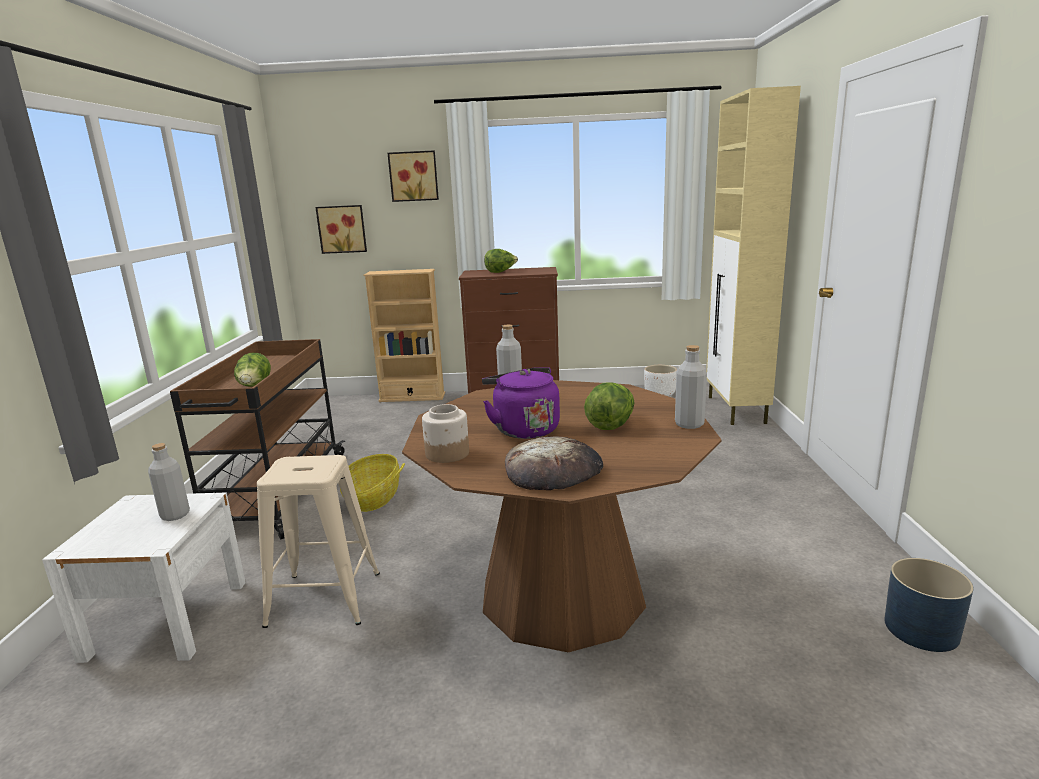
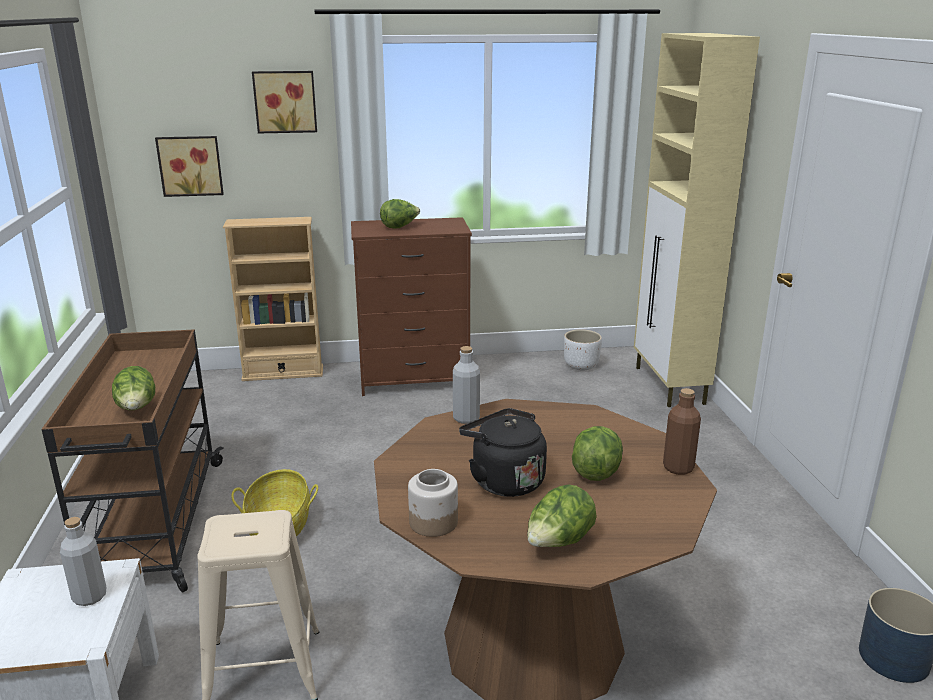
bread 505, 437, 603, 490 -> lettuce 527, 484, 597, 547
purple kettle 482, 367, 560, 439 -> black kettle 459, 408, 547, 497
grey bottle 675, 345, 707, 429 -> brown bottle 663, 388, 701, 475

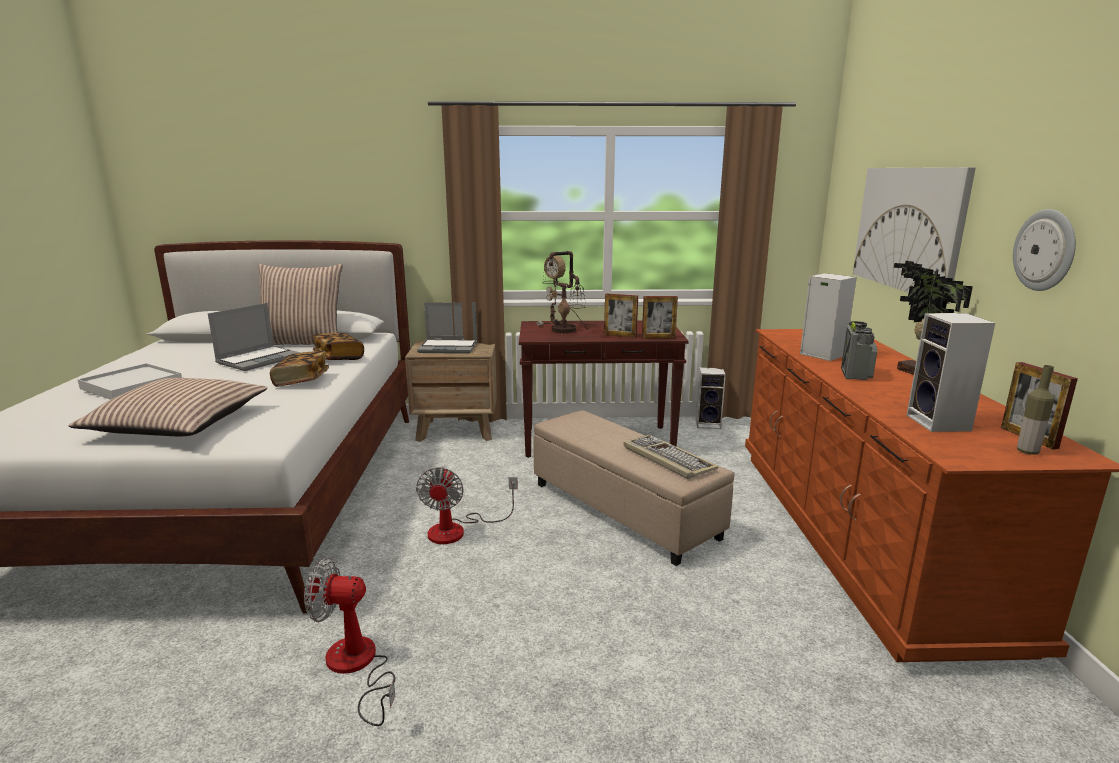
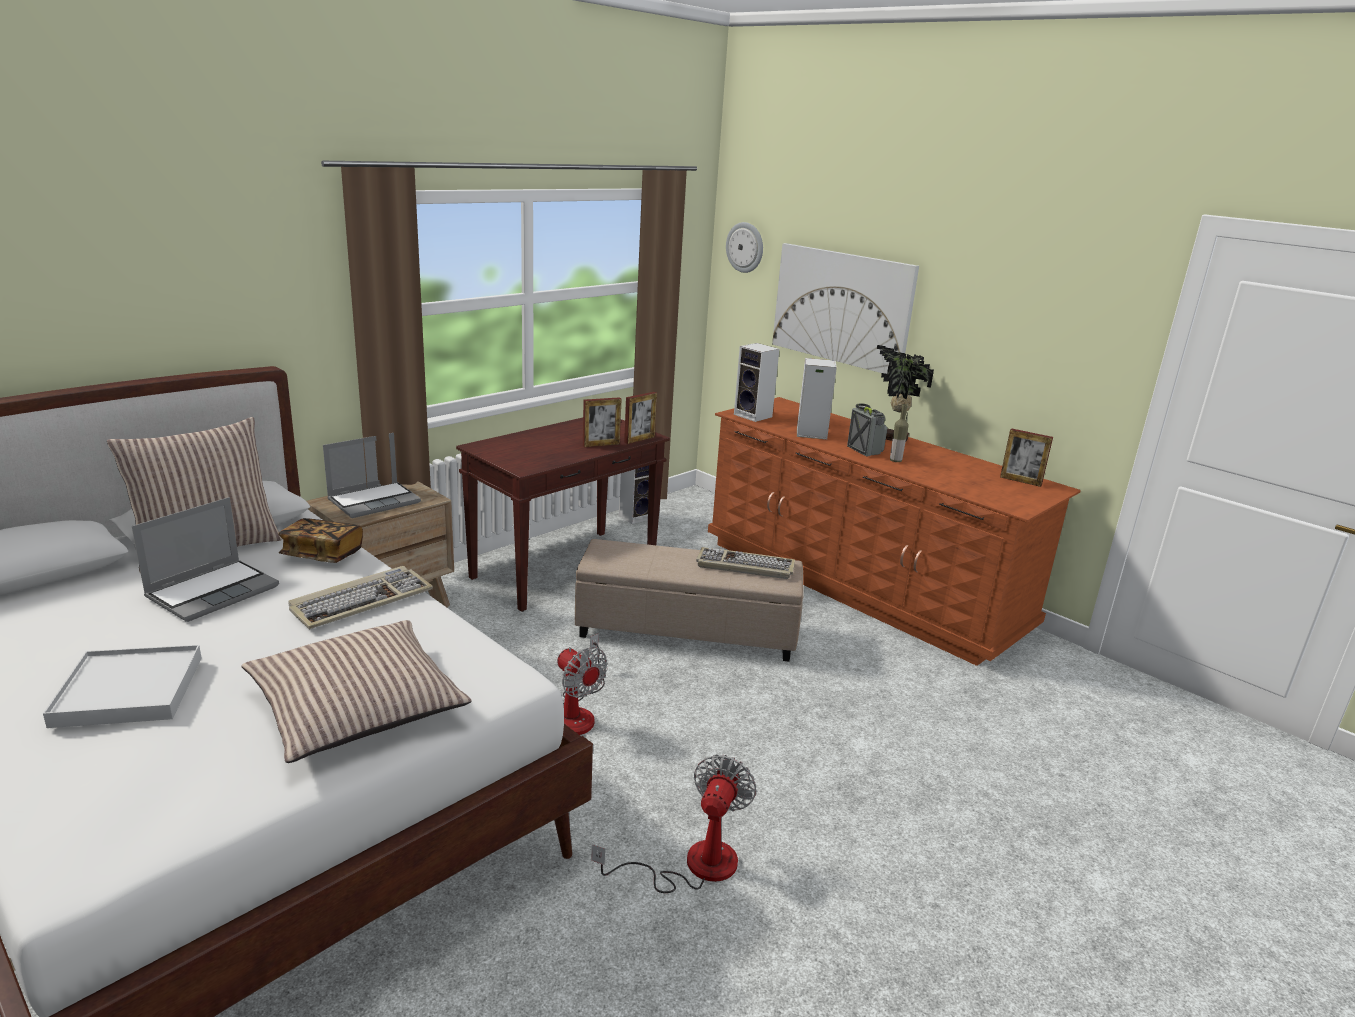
table lamp 537, 251, 590, 334 -> none
speaker 907, 313, 995, 432 -> speaker 734, 343, 779, 422, move
wall clock 1013, 209, 1076, 291 -> wall clock 726, 222, 763, 273, move
bottle 1017, 365, 1054, 455 -> bottle 890, 404, 909, 462, move
book 270, 351, 329, 387 -> keyboard 289, 566, 433, 629
laptop 208, 303, 301, 371 -> laptop 132, 497, 279, 622, 45 degrees clockwise
fan 304, 558, 395, 726 -> fan 591, 755, 757, 893, 150 degrees clockwise

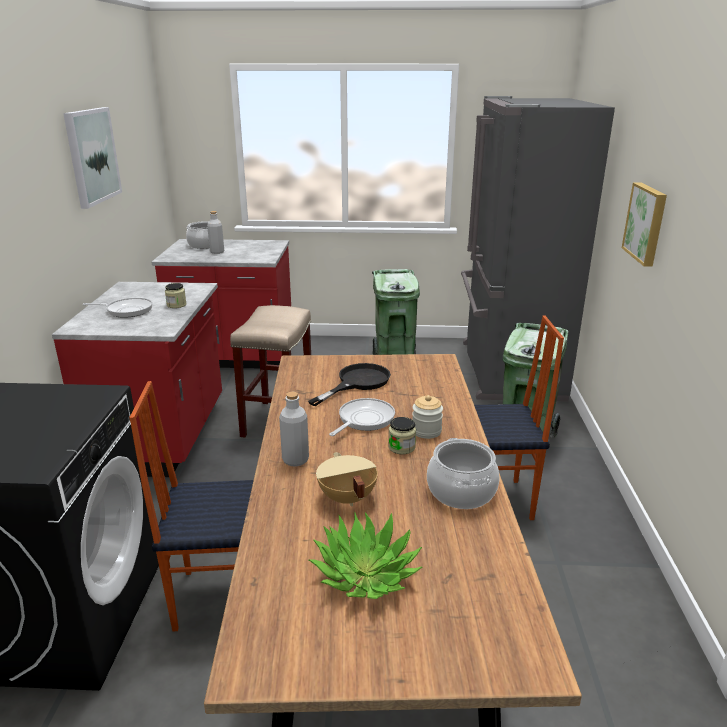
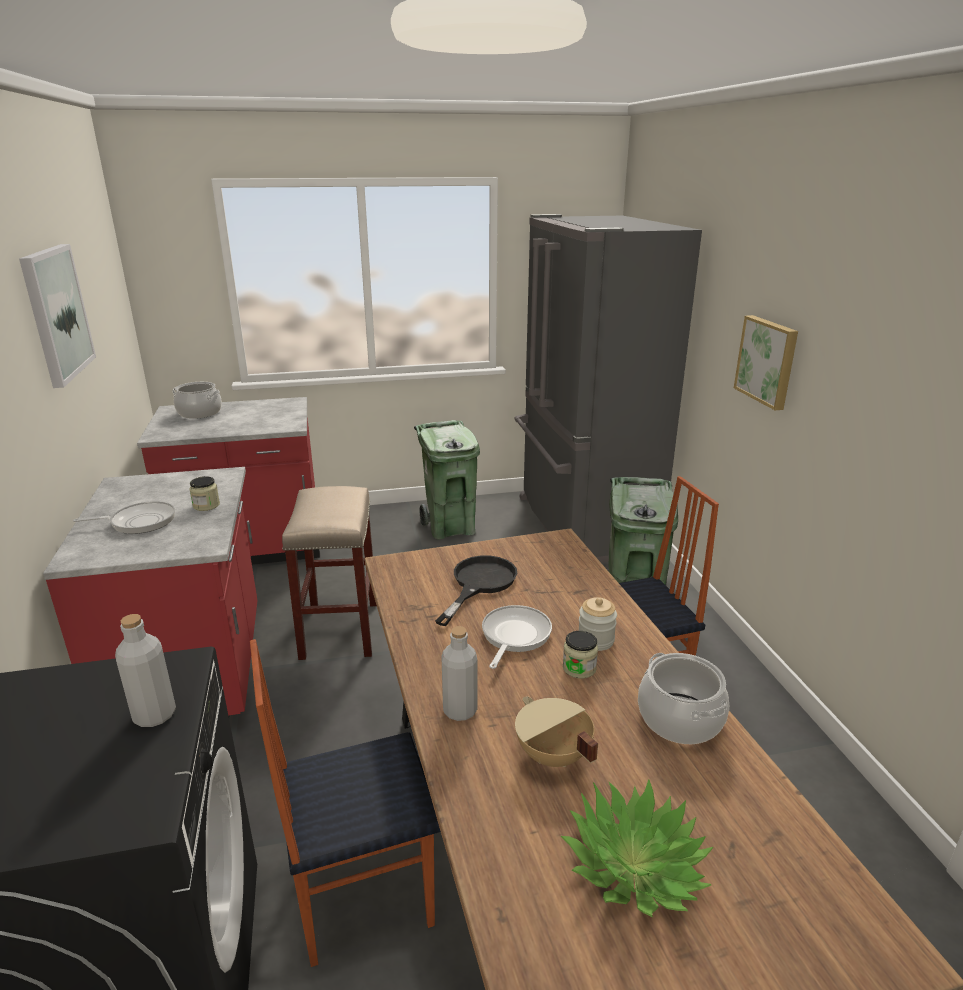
grey bottle 207, 211, 224, 254 -> grey bottle 115, 614, 176, 727, move

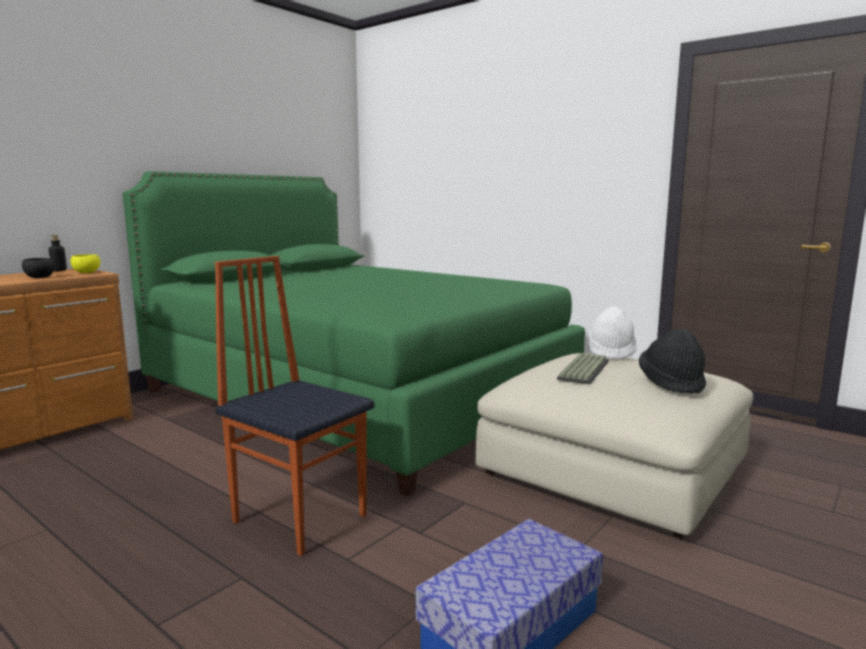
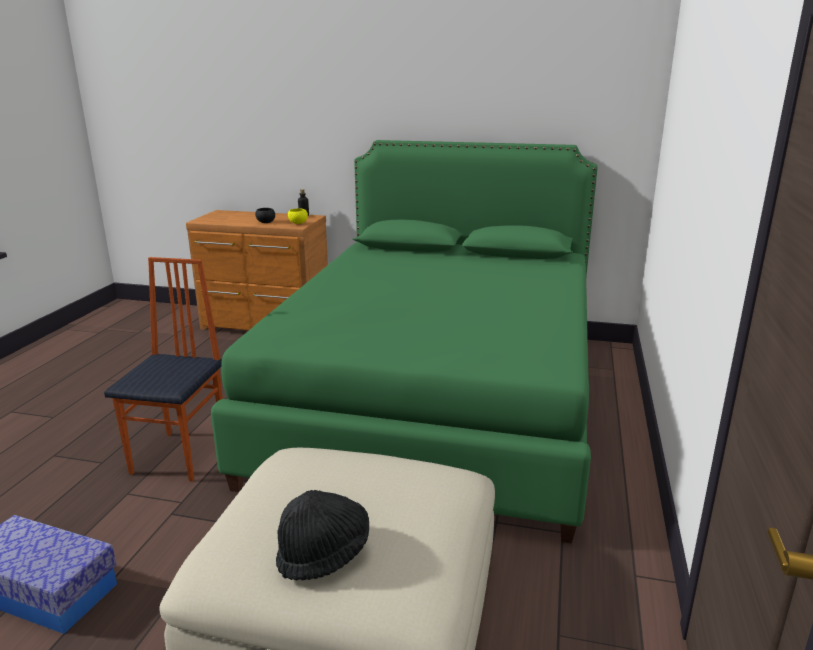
keyboard 557, 353, 609, 384 -> none
white hat 588, 307, 637, 360 -> none

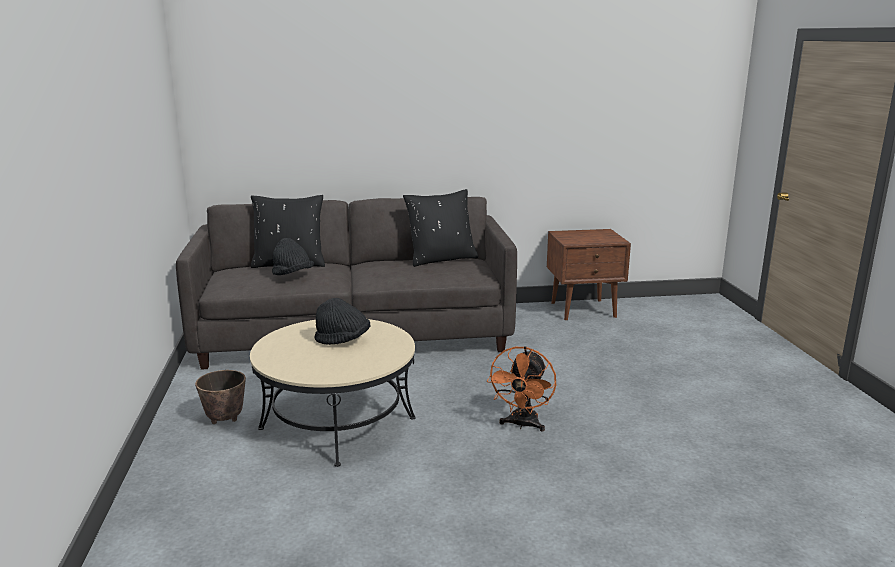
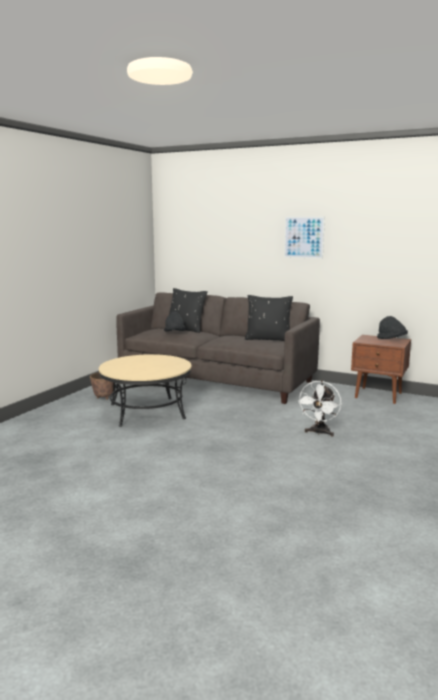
orange fan 487, 346, 556, 432 -> none
none -> picture 284, 217, 325, 259
none -> white fan 297, 381, 342, 437
black hat 315, 298, 370, 345 -> black hat 377, 316, 408, 339, move

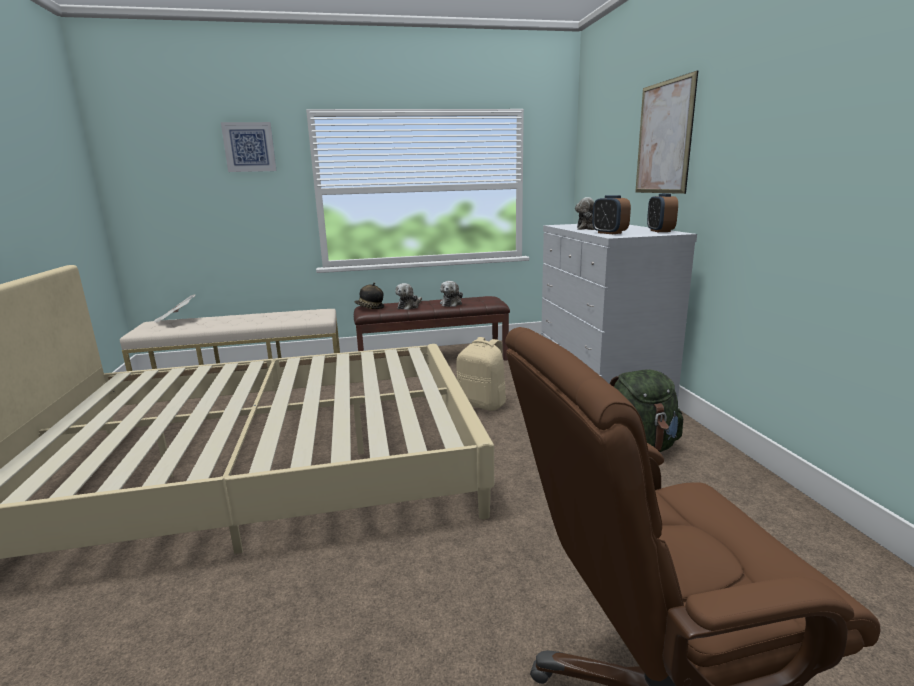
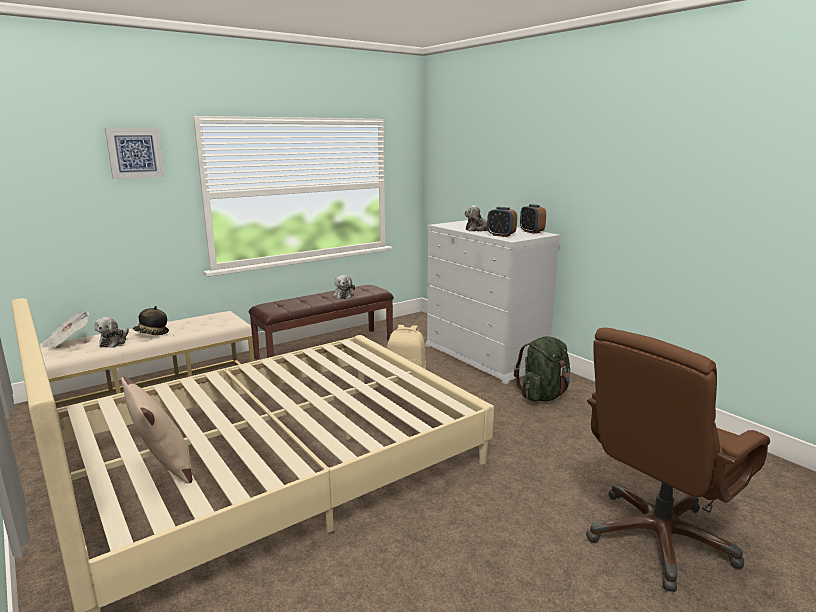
picture 635, 70, 698, 194 -> none
none -> beige pillow 121, 376, 192, 484
hat 355, 283, 385, 309 -> hat 133, 306, 169, 335, move
plush toy 395, 283, 422, 310 -> plush toy 95, 317, 129, 348, move

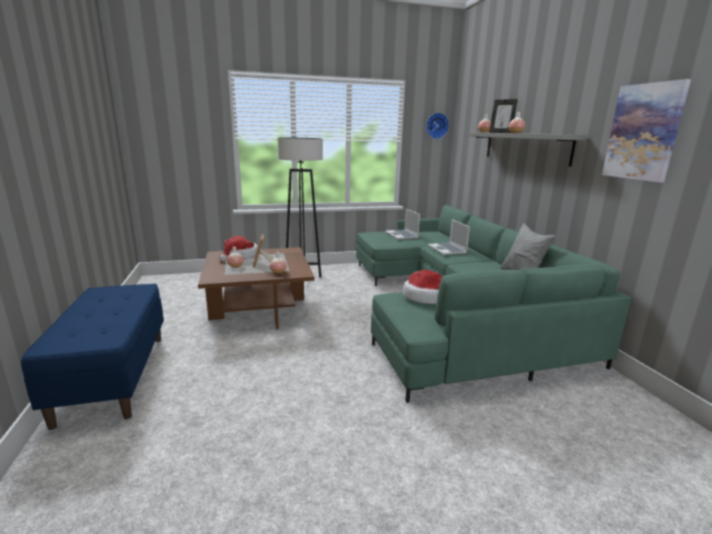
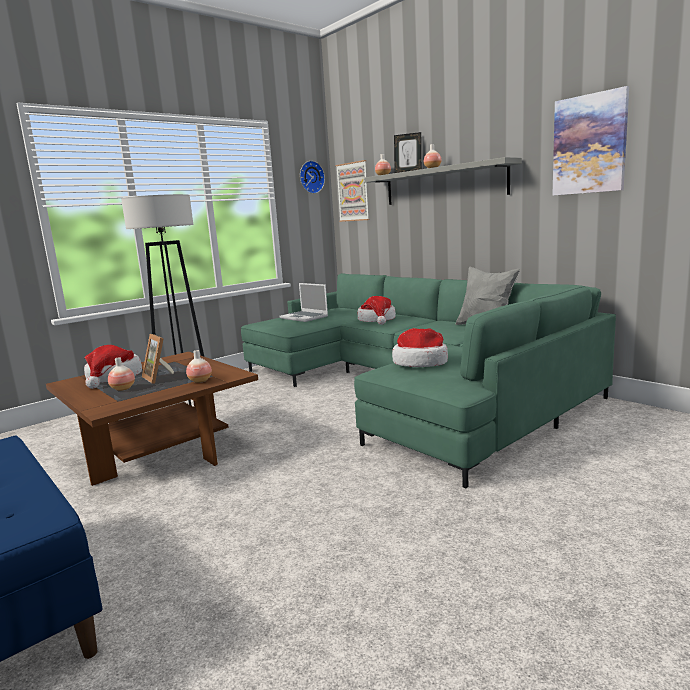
none -> picture 336, 160, 370, 222
laptop 428, 219, 470, 255 -> hat 358, 296, 396, 325

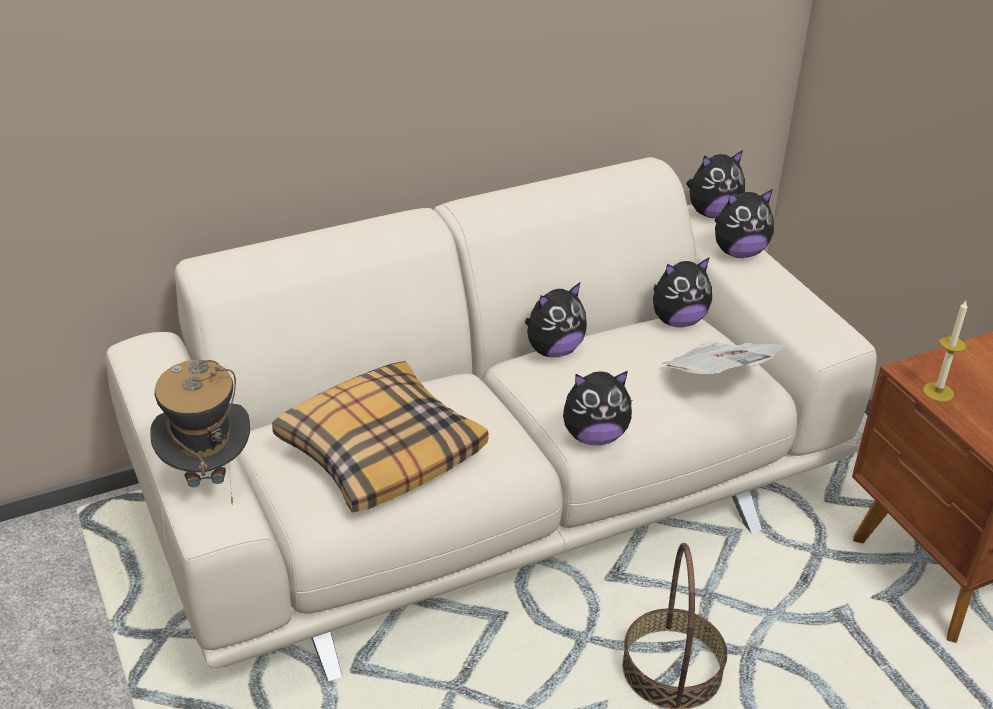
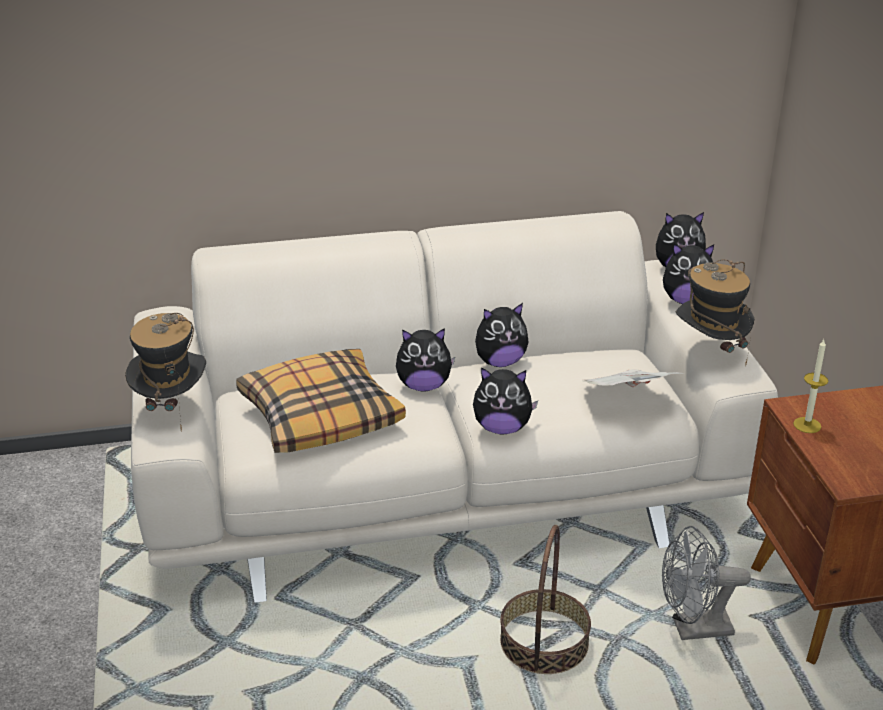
none -> grey fan 662, 526, 751, 640
none -> hat 676, 259, 754, 366
plush toy 653, 257, 712, 327 -> plush toy 396, 328, 455, 392, move

